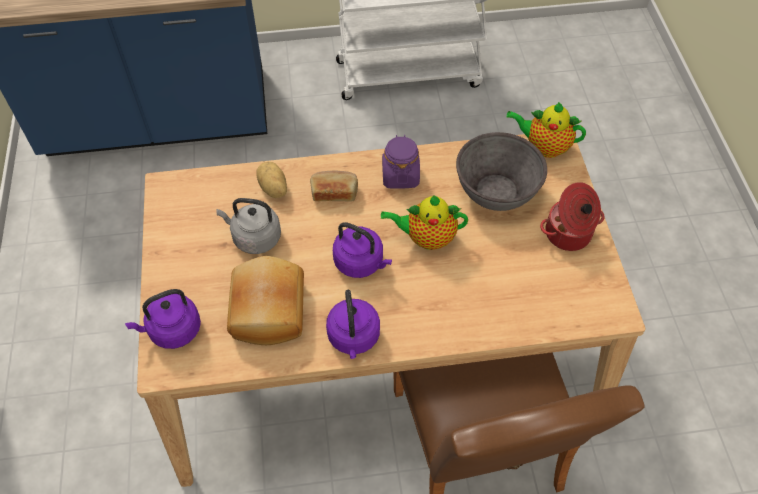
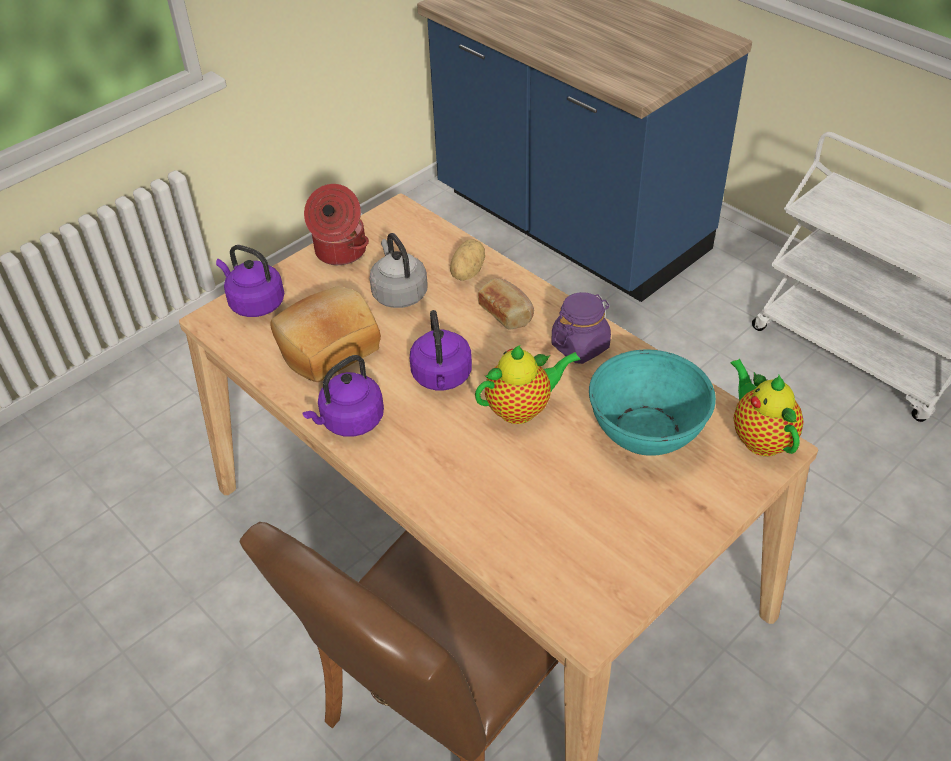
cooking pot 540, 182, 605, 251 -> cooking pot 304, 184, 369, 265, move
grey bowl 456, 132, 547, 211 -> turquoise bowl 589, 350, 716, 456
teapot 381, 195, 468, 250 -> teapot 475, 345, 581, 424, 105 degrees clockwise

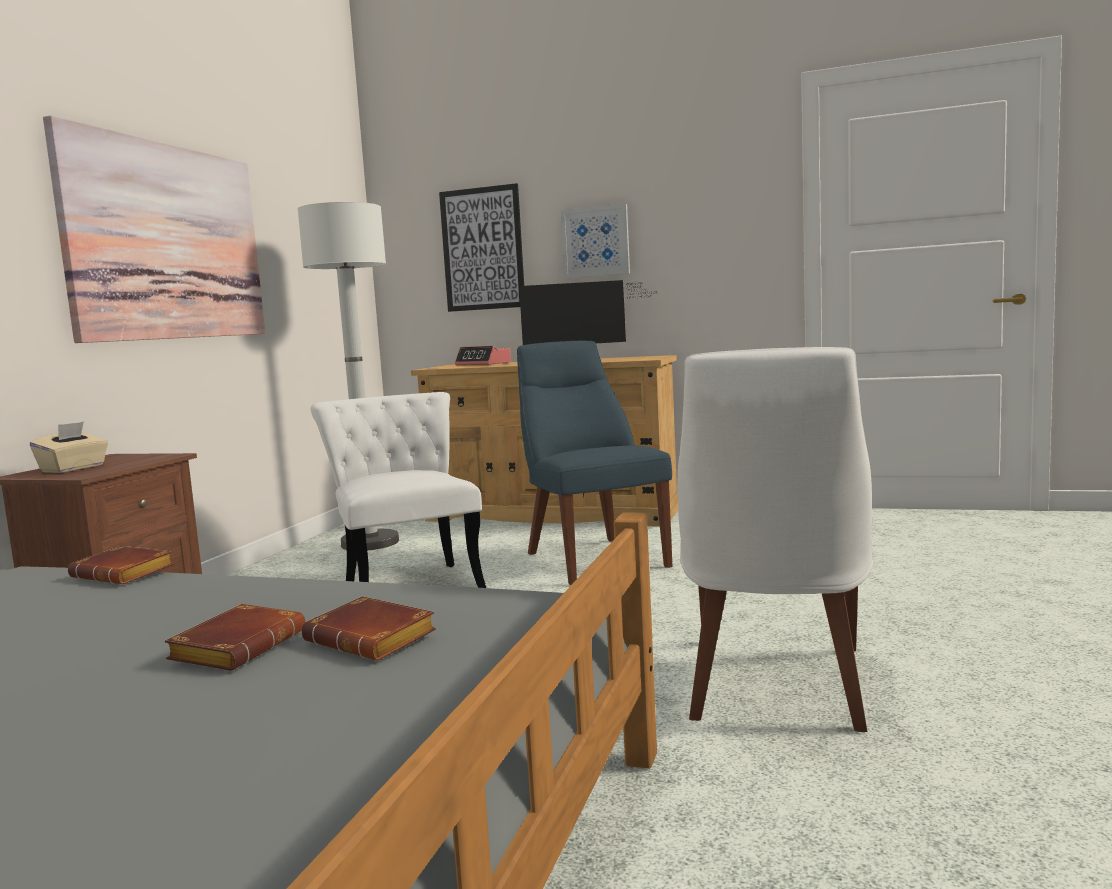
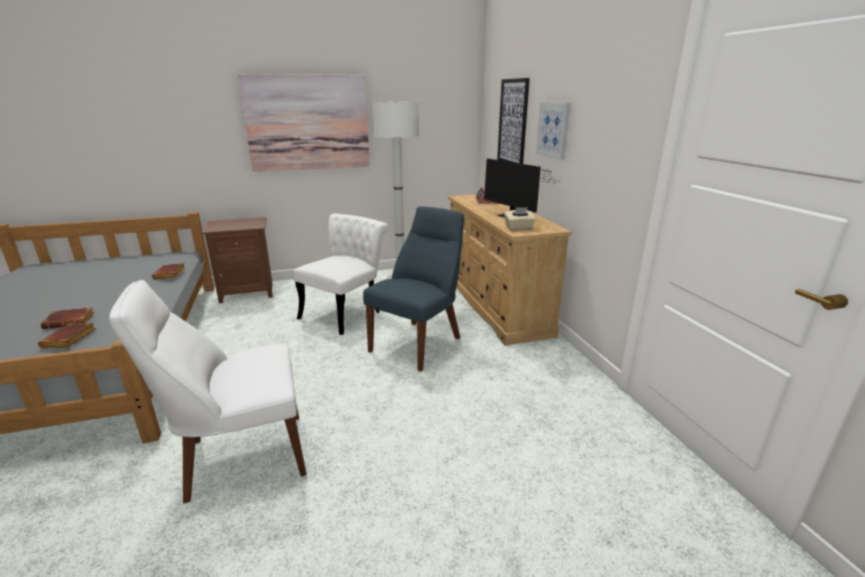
beige tissue box 30, 421, 108, 473 -> beige tissue box 504, 207, 536, 230, move

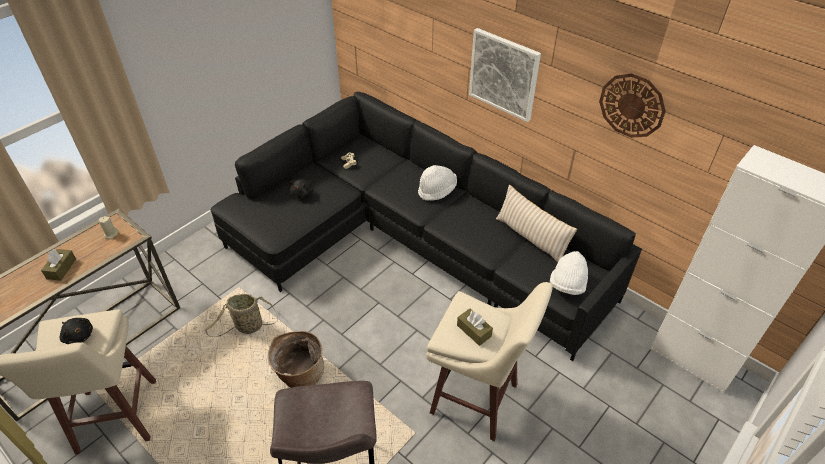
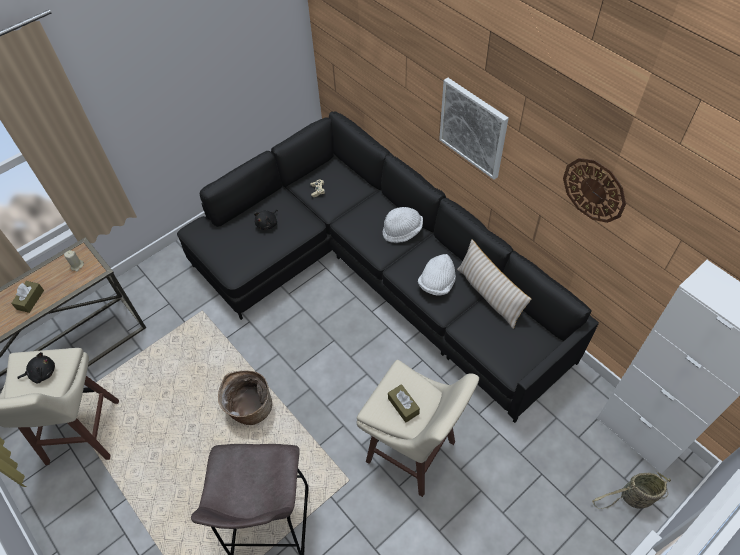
basket 205, 294, 278, 337 -> basket 592, 472, 671, 509, move
white hat 550, 251, 588, 295 -> white hat 418, 254, 456, 296, move
black plush toy 60, 318, 93, 344 -> black plush toy 17, 352, 55, 383, 60 degrees counterclockwise

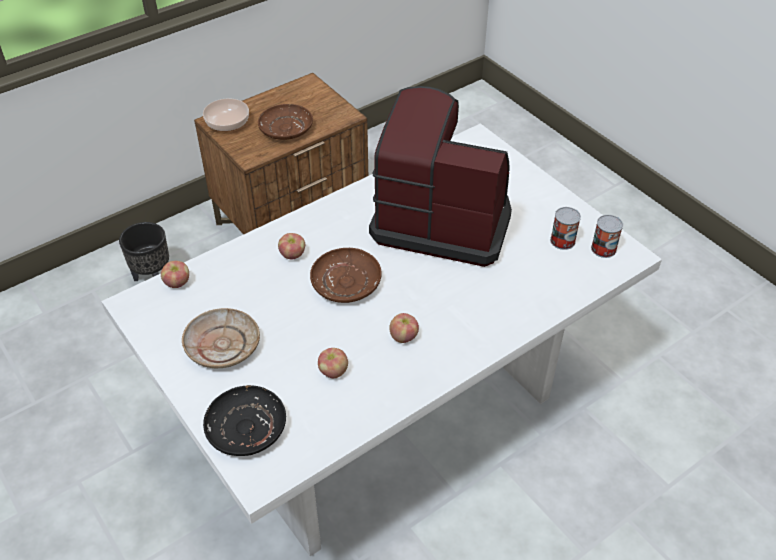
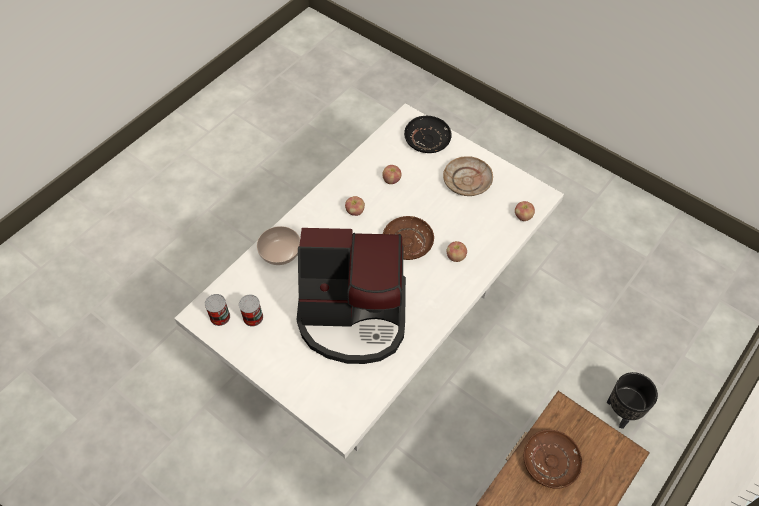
bowl 203, 99, 249, 132 -> bowl 257, 226, 300, 265, move

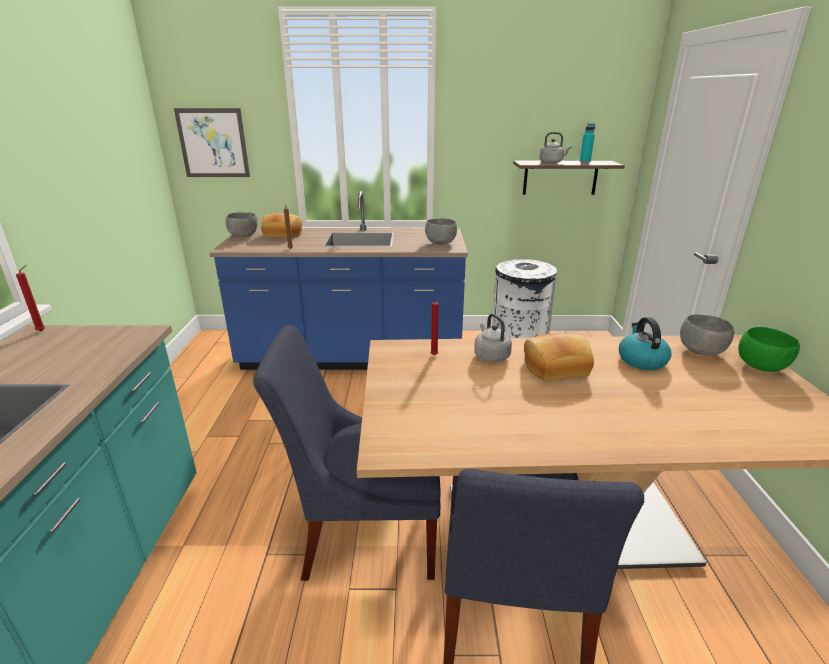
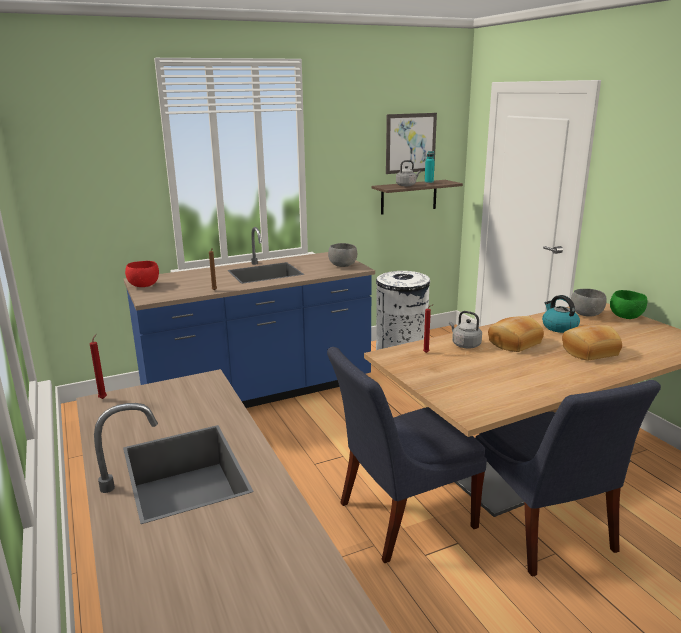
picture 174, 108, 250, 177 -> picture 386, 113, 437, 174, move
bread 261, 213, 302, 238 -> bread 562, 325, 622, 361, move
grey bowl 226, 212, 258, 237 -> red bowl 125, 261, 159, 287

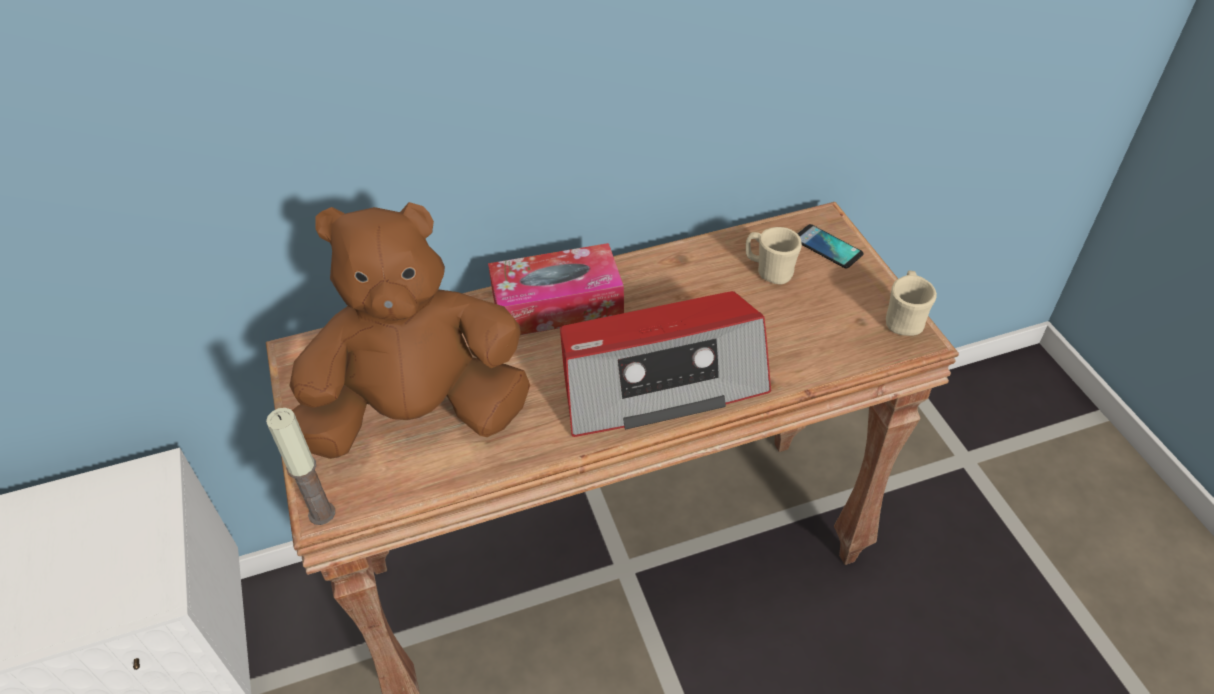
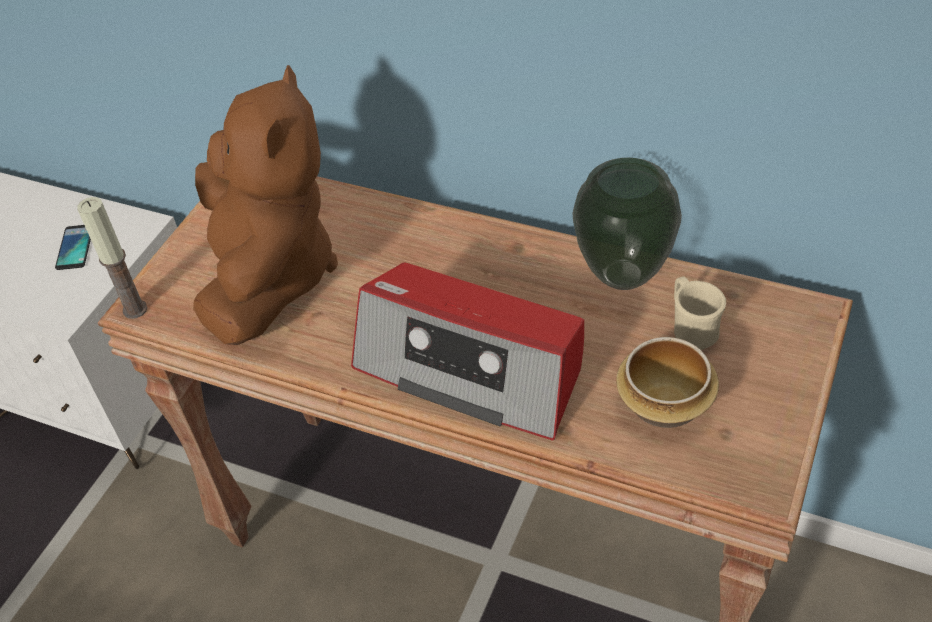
tissue box 488, 243, 624, 335 -> none
beige mug 886, 271, 937, 336 -> none
none -> vase 572, 158, 682, 290
none -> bowl 616, 337, 719, 428
phone 797, 224, 864, 269 -> phone 55, 225, 91, 270, move
brown plush toy 289, 202, 530, 459 -> brown plush toy 193, 65, 338, 345, 60 degrees clockwise

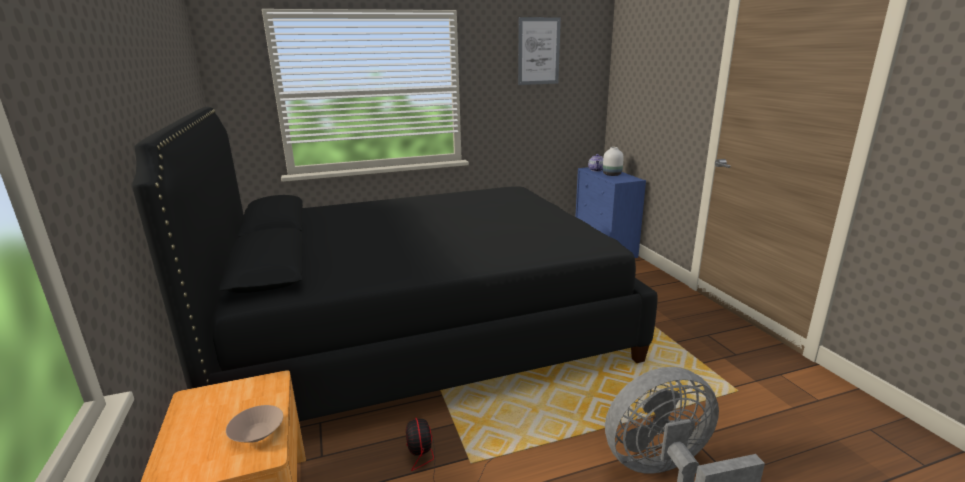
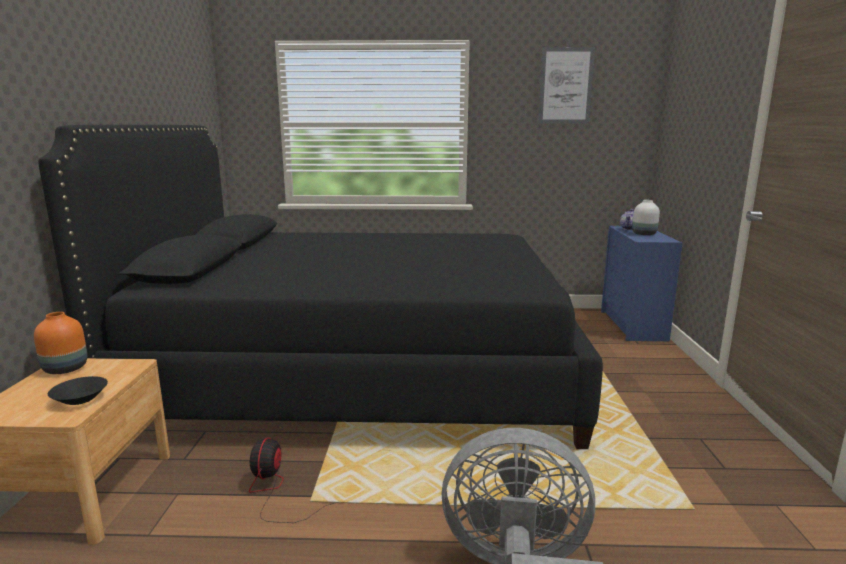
none -> orange vase 34, 312, 87, 374
beige bowl 226, 405, 283, 443 -> black bowl 48, 376, 108, 405

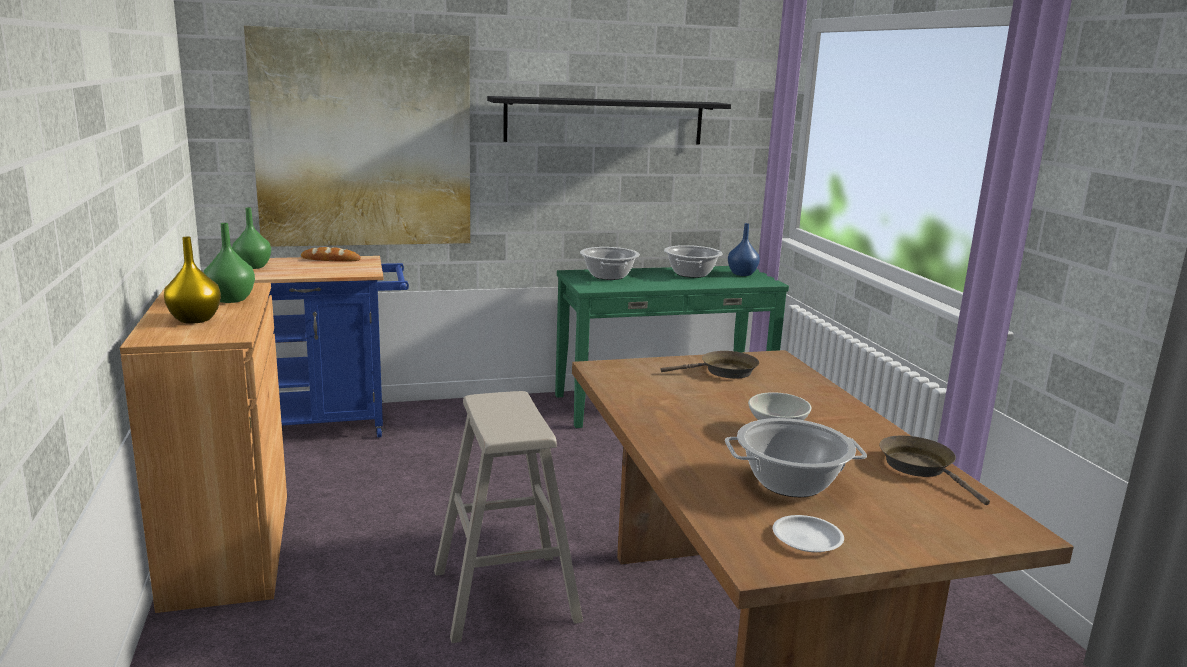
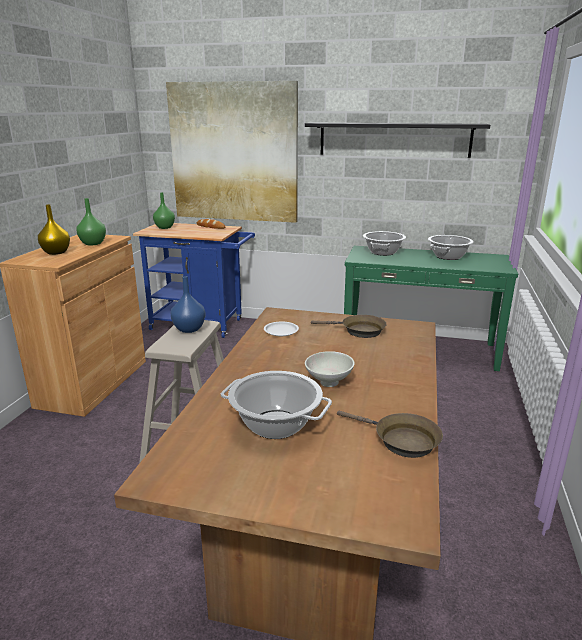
blue vase 728, 223, 760, 276 -> blue vase 171, 276, 206, 333, move
white plate 773, 515, 844, 552 -> white plate 264, 321, 299, 336, move
brown frying pan 879, 436, 990, 505 -> brown frying pan 337, 411, 443, 458, 120 degrees clockwise

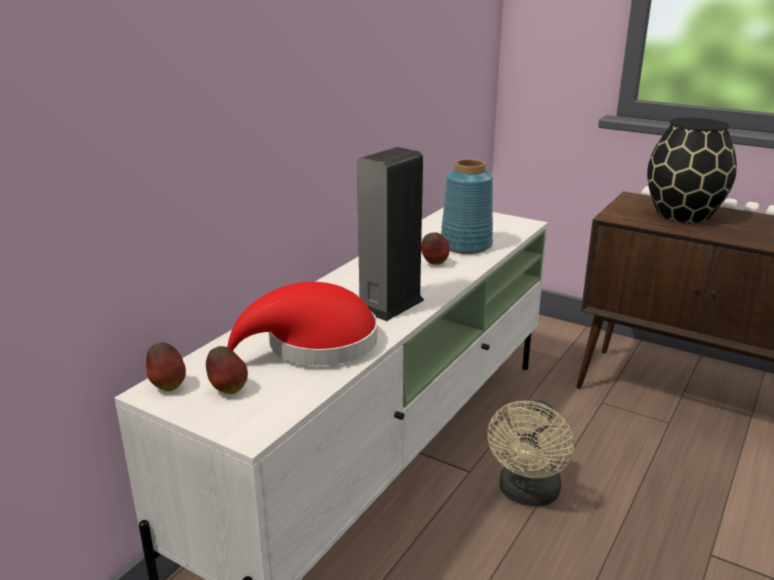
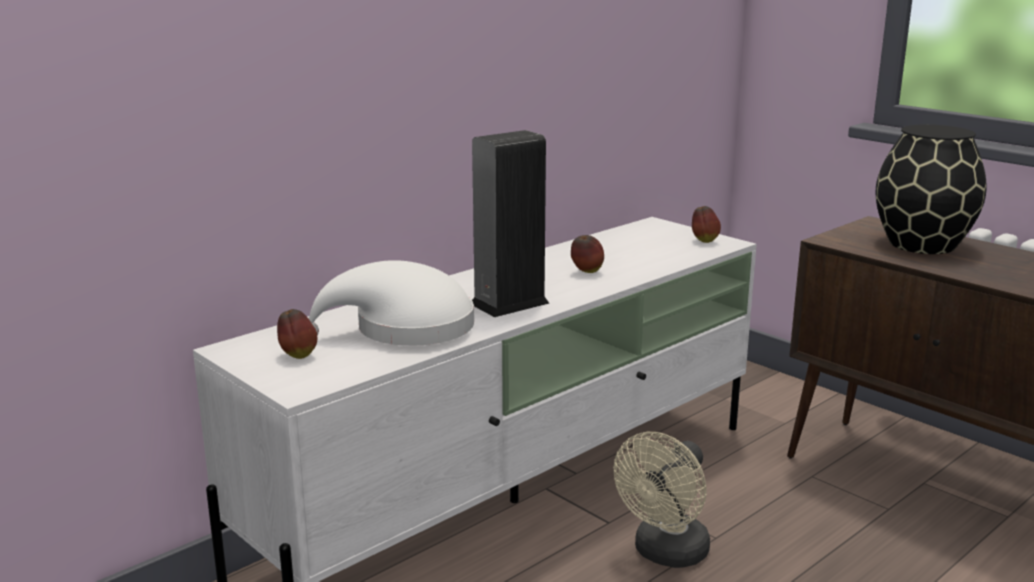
blue vase 441, 159, 493, 254 -> none
apple 146, 342, 186, 391 -> apple 692, 206, 721, 243, move
red hat 227, 282, 378, 366 -> white hat 309, 260, 474, 346

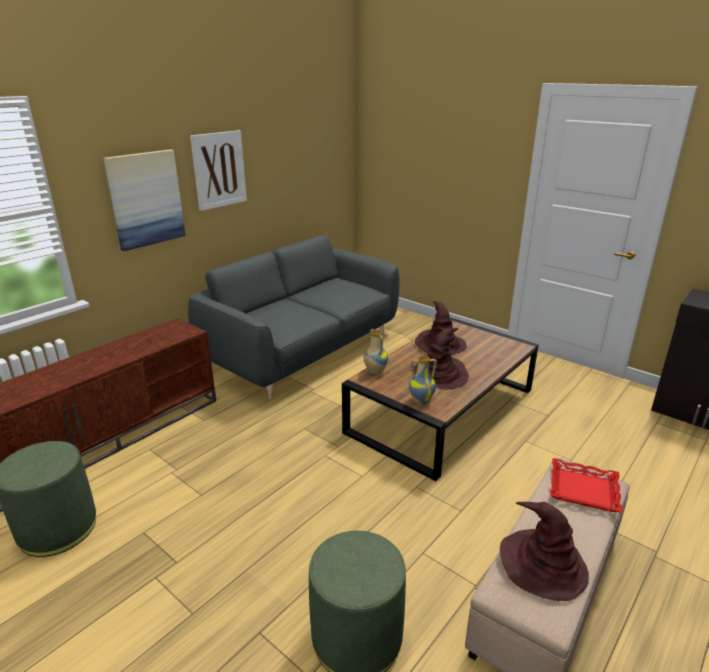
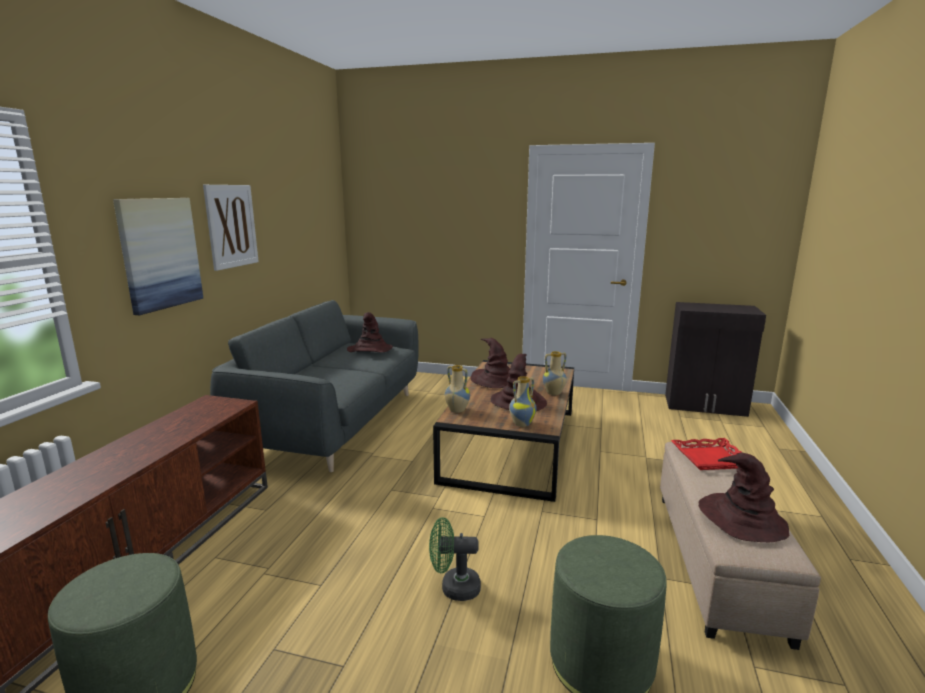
none -> brown hat 347, 312, 393, 352
none -> green fan 429, 517, 481, 601
none -> vase 543, 351, 567, 395

